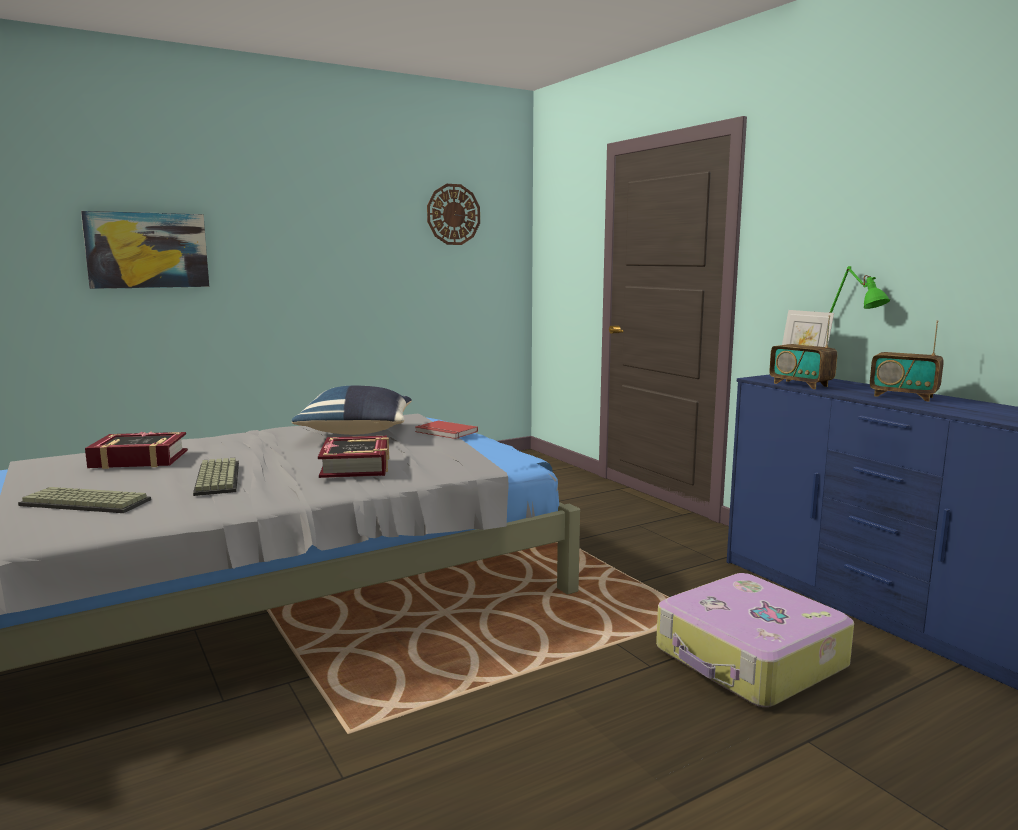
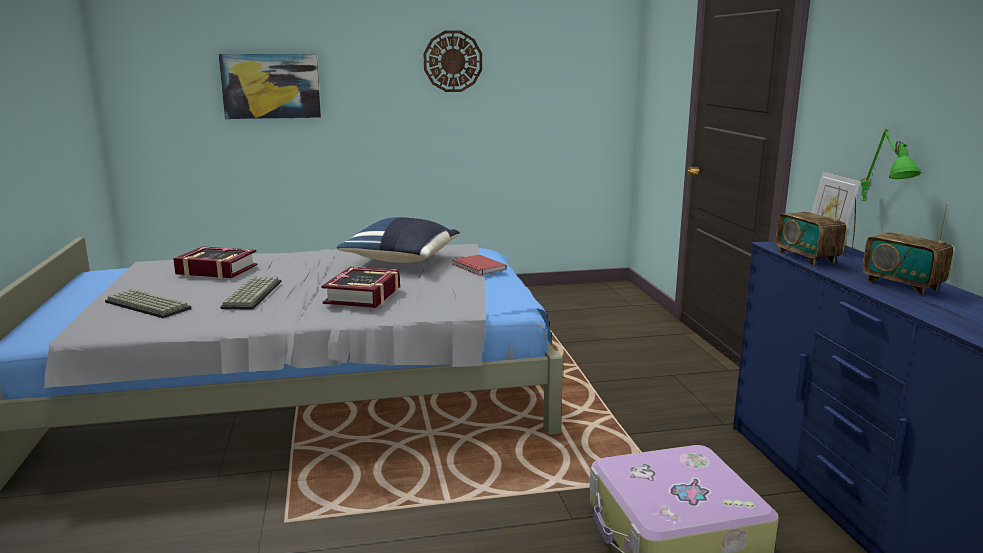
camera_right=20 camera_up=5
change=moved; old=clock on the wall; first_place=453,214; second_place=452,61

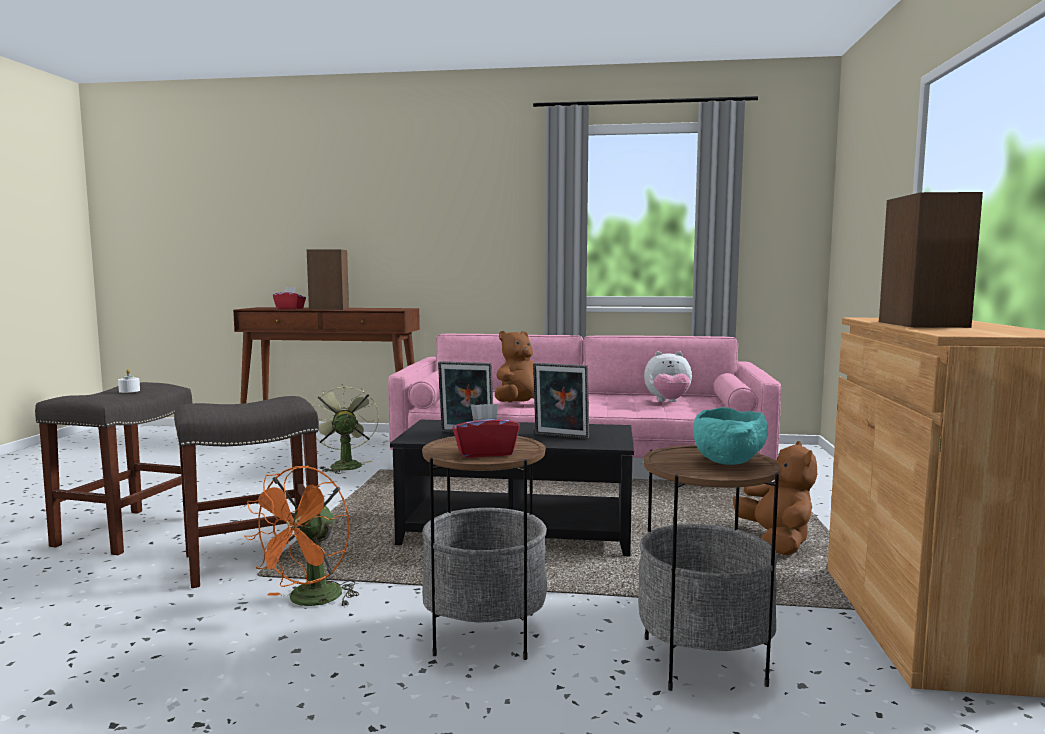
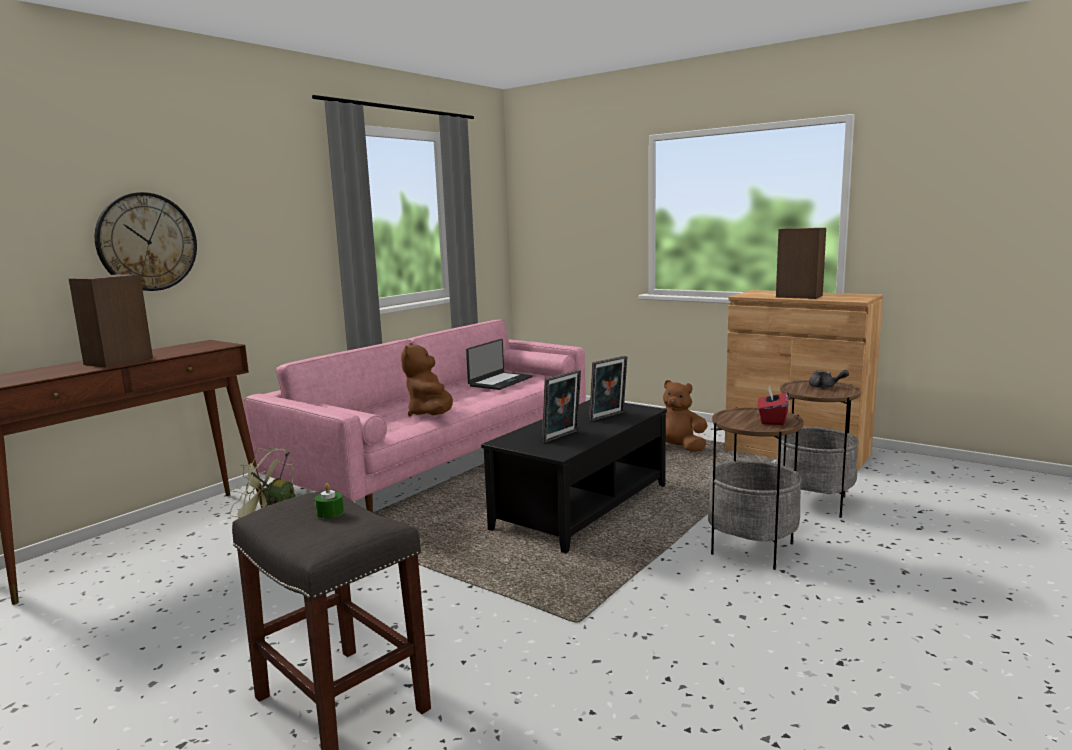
camera_right=-60 camera_up=5
change=added; new=clock on the wall; second_place=147,242
change=recoloured; old=whitish wax light; new=green wax light; first_place=129,391; second_place=330,513
change=replaced; old=soft toy; new=portable computer; first_place=668,402; second_place=500,381
change=replaced; old=turquoise serving bowl; new=greyish pot for tea; first_place=729,463; second_place=825,387
change=removed; old=greyish stool; first_place=250,560
change=removed; old=orange electric fan; first_place=309,601
change=removed; old=red-coloured box of tissues; first_place=290,308

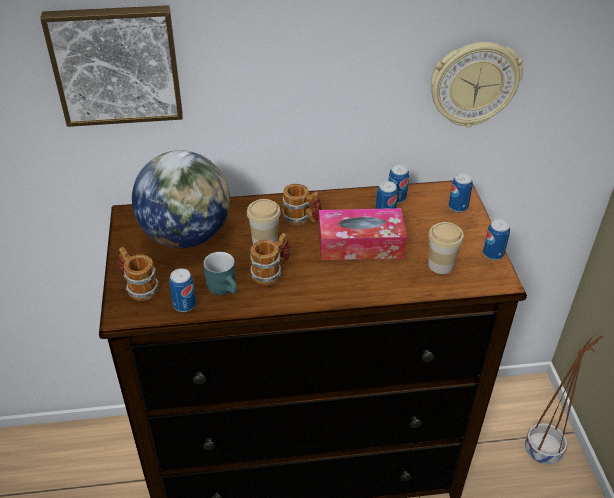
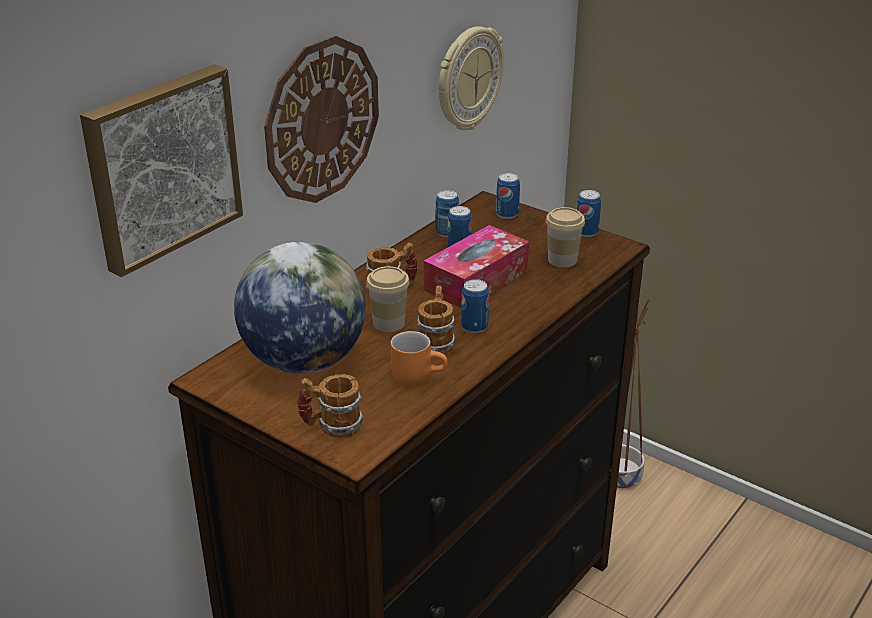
camera_right=-45 camera_up=-10
change=added; new=clock on the wall; second_place=322,120
change=recoloured; old=turquoise coffee mug; new=orange coffee mug; first_place=226,288; second_place=418,376
change=moved; old=sealed can; first_place=184,304; second_place=474,327

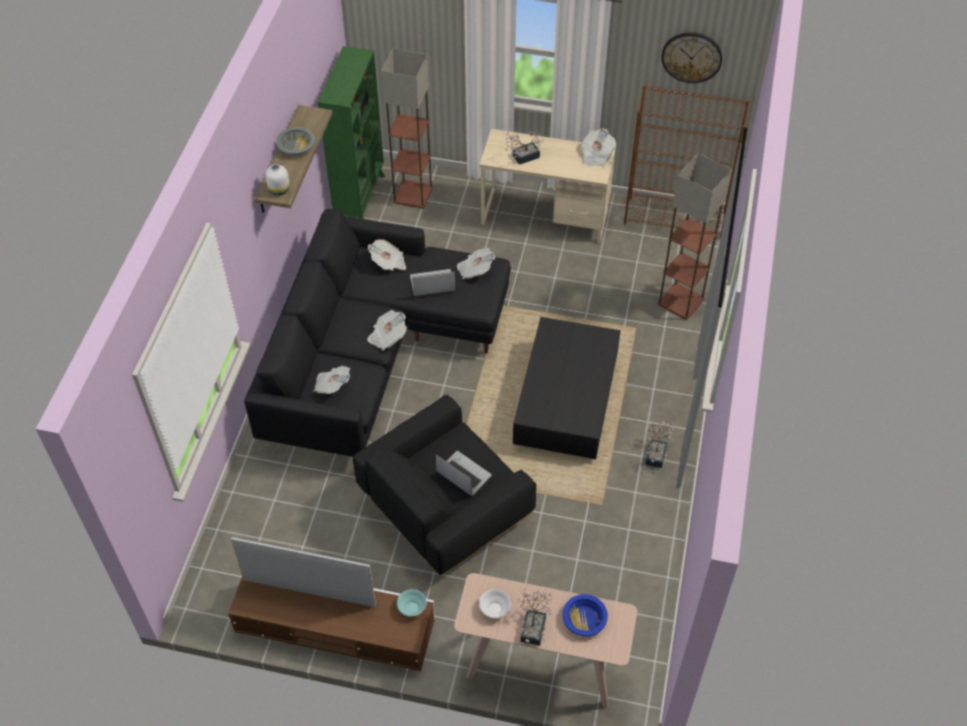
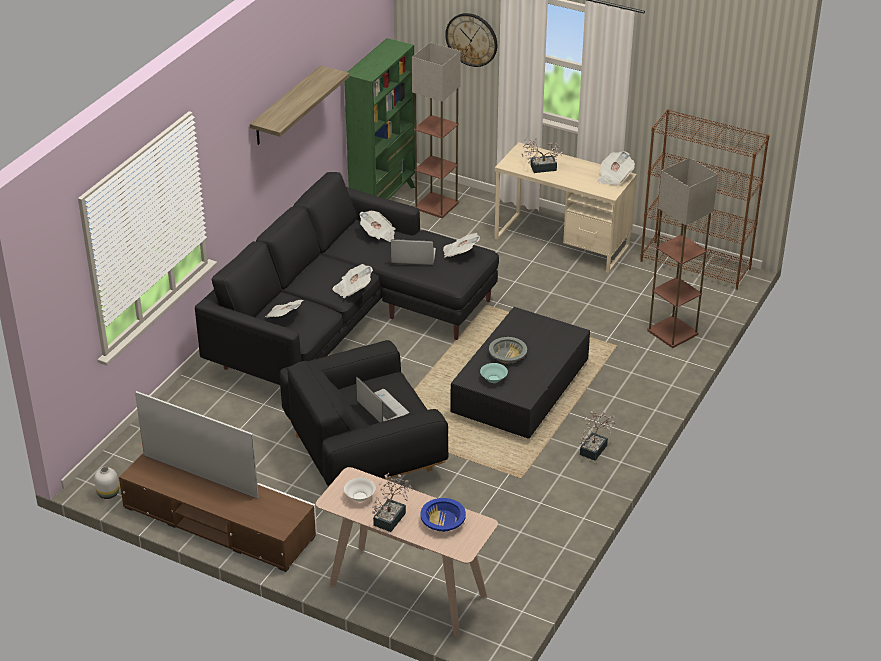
camera_right=15 camera_up=-15
change=moved; old=whitish decorative vase; first_place=278,190; second_place=107,493
change=moved; old=clock on the wall; first_place=691,57; second_place=472,39
change=moved; old=turquoise serving bowl; first_place=412,607; second_place=494,379
change=moved; old=greyish serving bowl; first_place=296,146; second_place=508,355

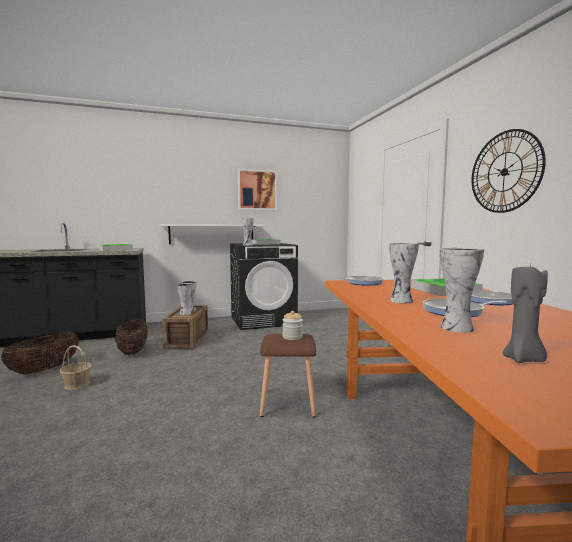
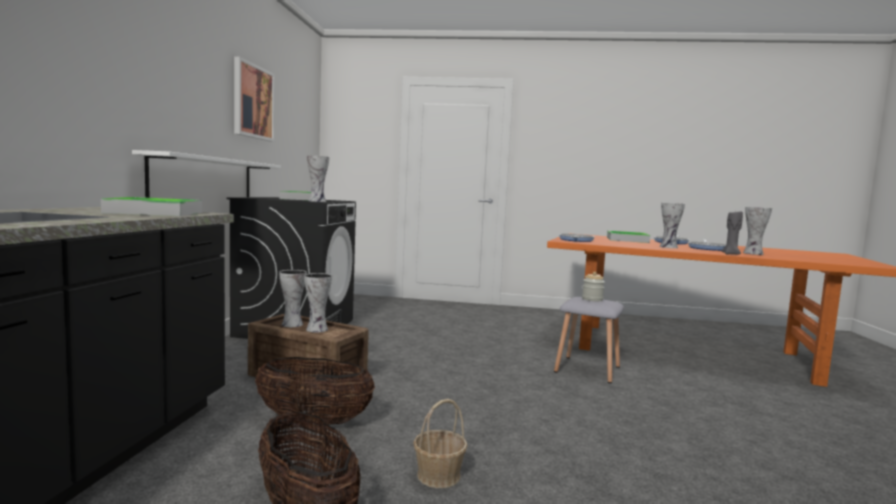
camera_right=-65 camera_up=0
change=recoloured; old=brownish stool; new=greyish stool; first_place=287,402; second_place=586,369
change=moved; old=greyish wax light; first_place=523,360; second_place=731,254
change=removed; old=clock on the wall; first_place=504,172

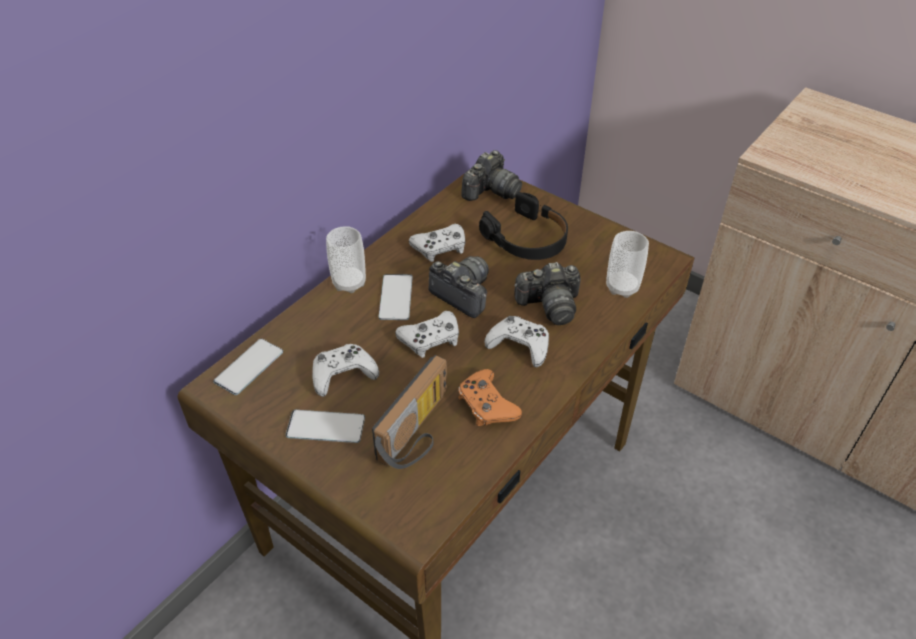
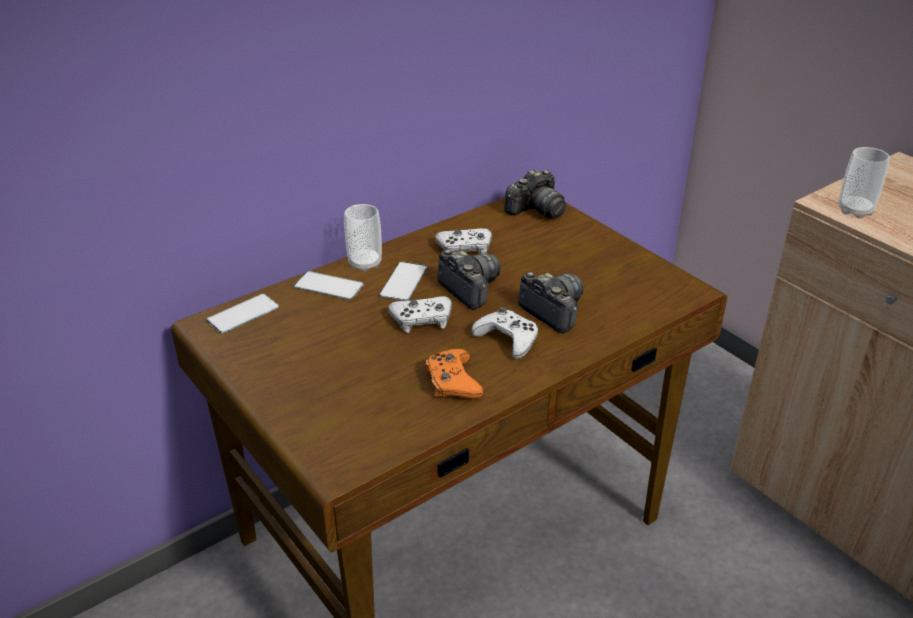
camera_right=15 camera_up=-10
change=moved; old=handset; first_place=325,427; second_place=328,286
change=turned; old=photo camera; first_place=549,305; second_place=553,311; degrees=-135
change=moved; old=small cup; first_place=622,287; second_place=855,210
change=removed; old=whitish gamepad; first_place=343,374
change=removed; old=radio set; first_place=419,431
change=removed; old=black headset; first_place=527,238

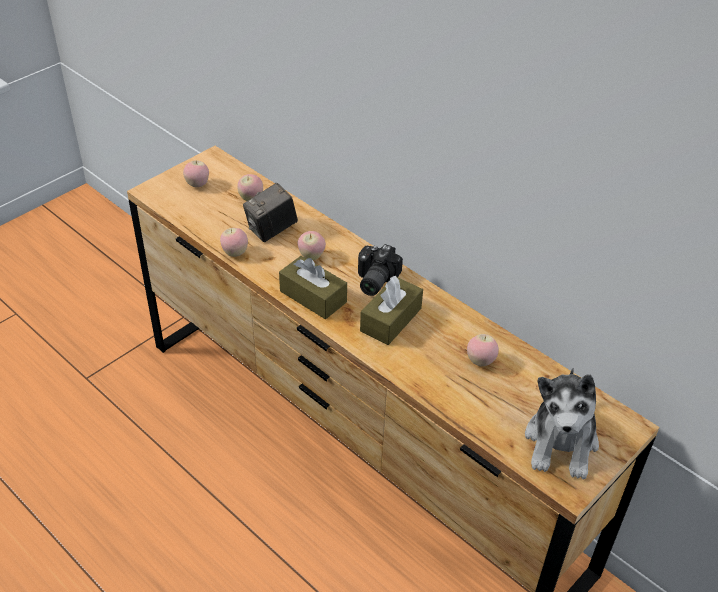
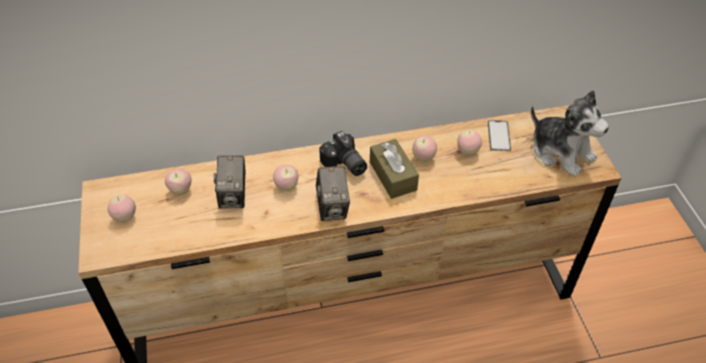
camera_right=-55 camera_up=5
change=replaced; old=brownish box of tissues; new=photo camera; first_place=313,296; second_place=333,207
change=moved; old=apple fruit; first_place=235,253; second_place=423,157
change=added; new=handset; second_place=499,136

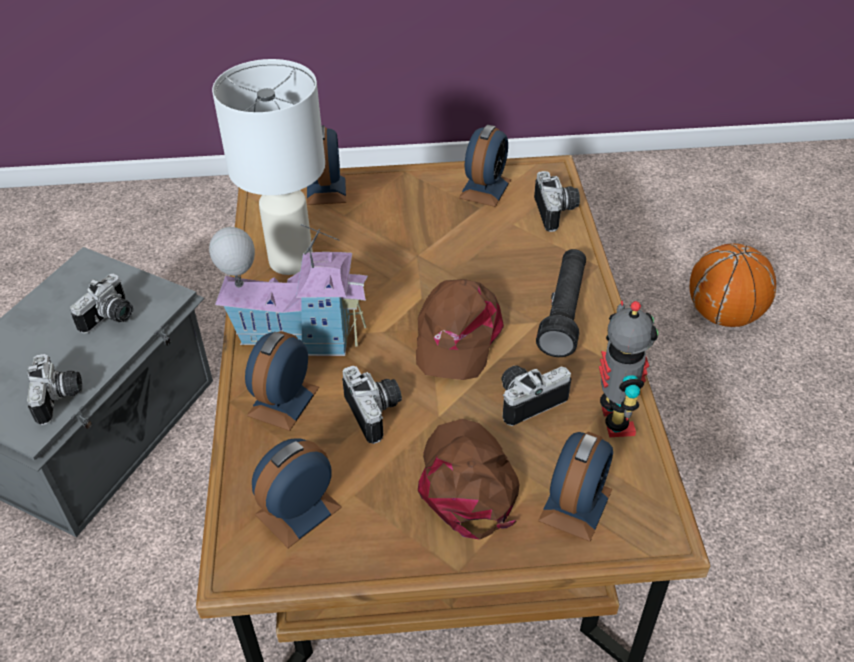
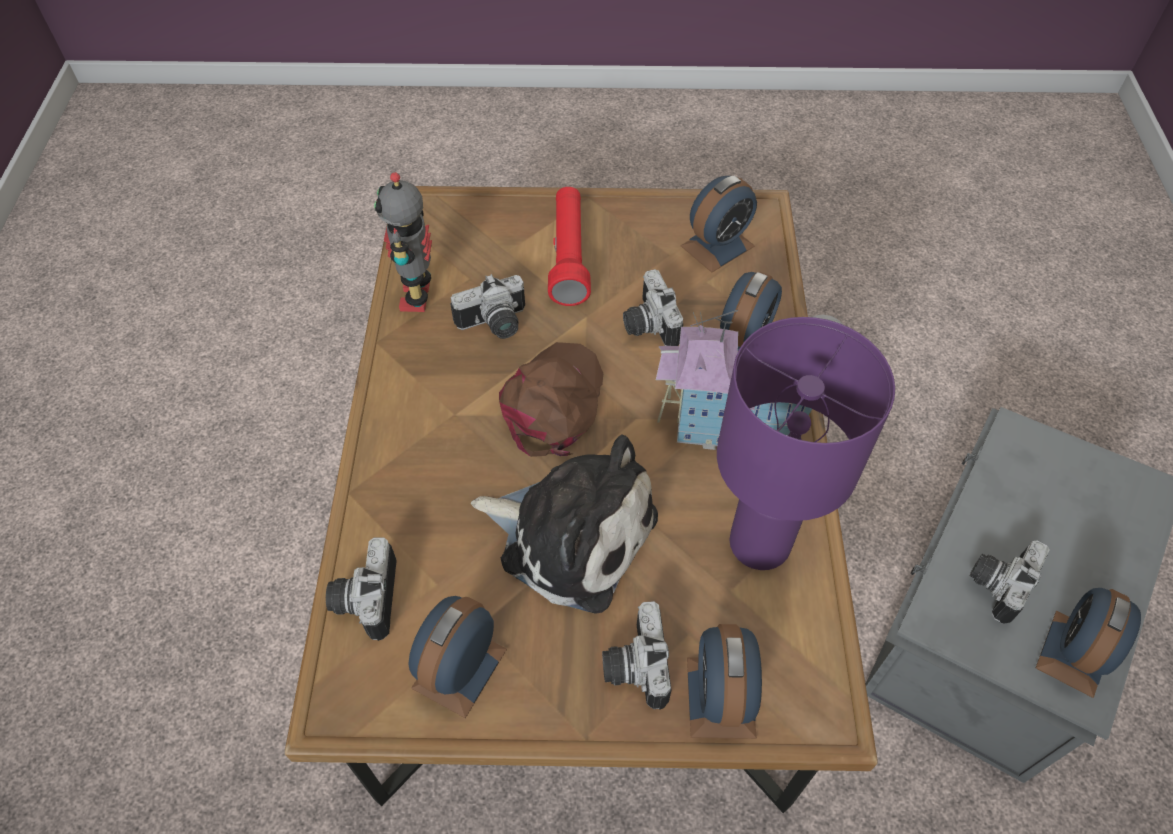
camera_right=-175 camera_up=10
change=added; new=soft toy; second_place=571,534
change=replaced; old=brownish baseball cap; new=red-coloured flashlight; first_place=468,482; second_place=569,256
change=moved; old=photo camera; first_place=61,398; second_place=633,665
change=recoloured; old=whitish table lamp; new=purple table lamp; first_place=289,261; second_place=762,542
change=moved; old=alarm clock; first_place=575,505; second_place=1074,653
change=removed; old=black flashlight; first_place=564,312
change=removed; old=basketball ball; first_place=723,315

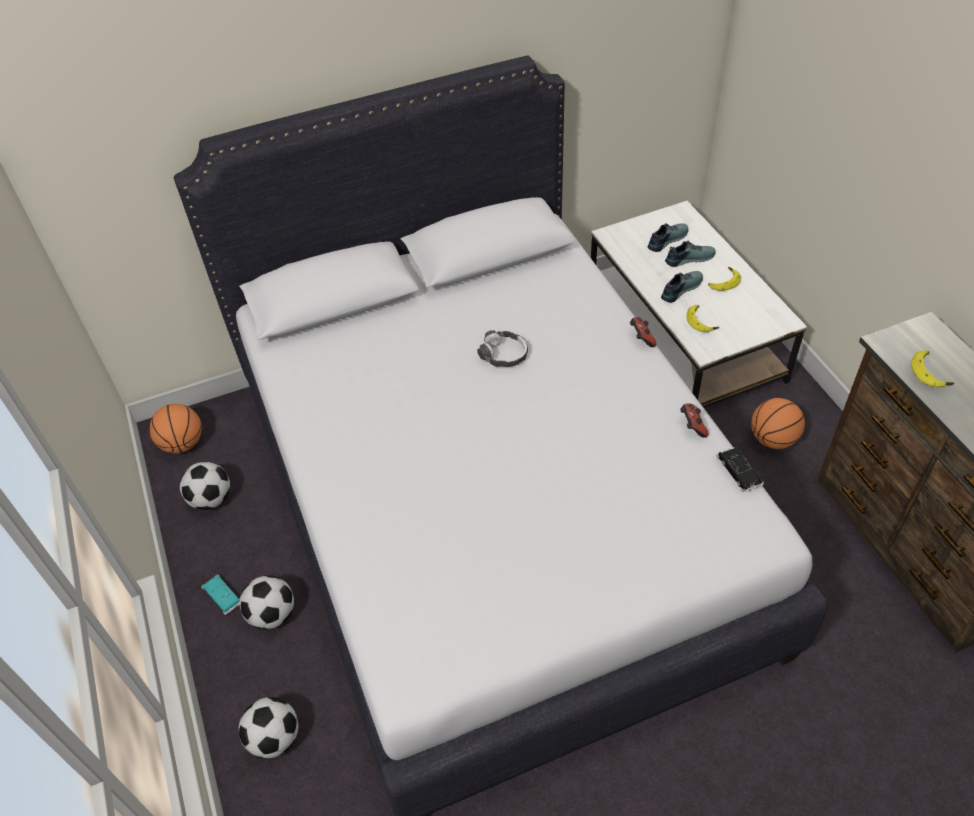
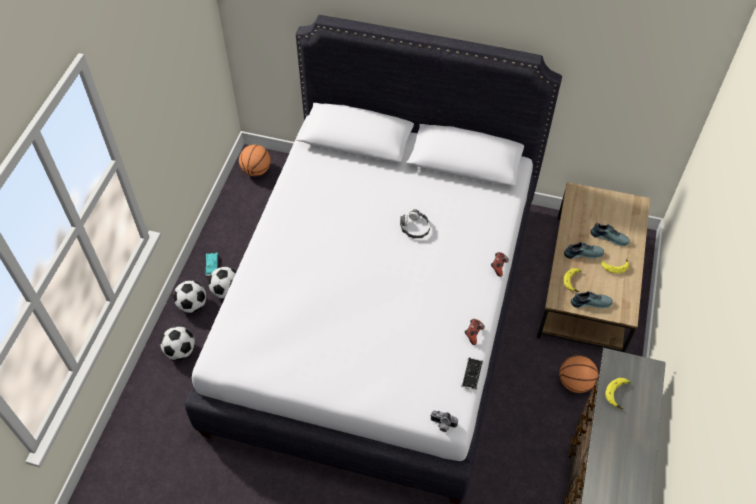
camera_right=35 camera_up=5
change=moved; old=ball for football; first_place=211,499; second_place=192,305
change=added; new=photo camera; second_place=442,425
change=recoloured; old=whitish coffee table; new=brownish coffee table; first_place=682,331; second_place=588,281
change=moved; old=item of footwear; first_place=666,240; second_place=590,302

